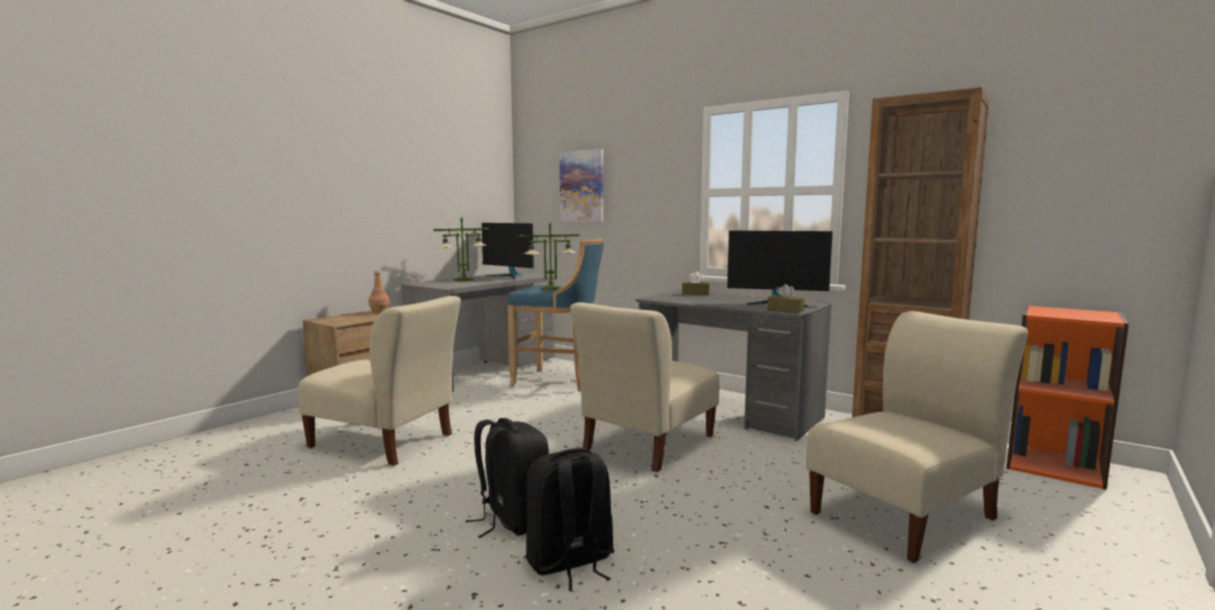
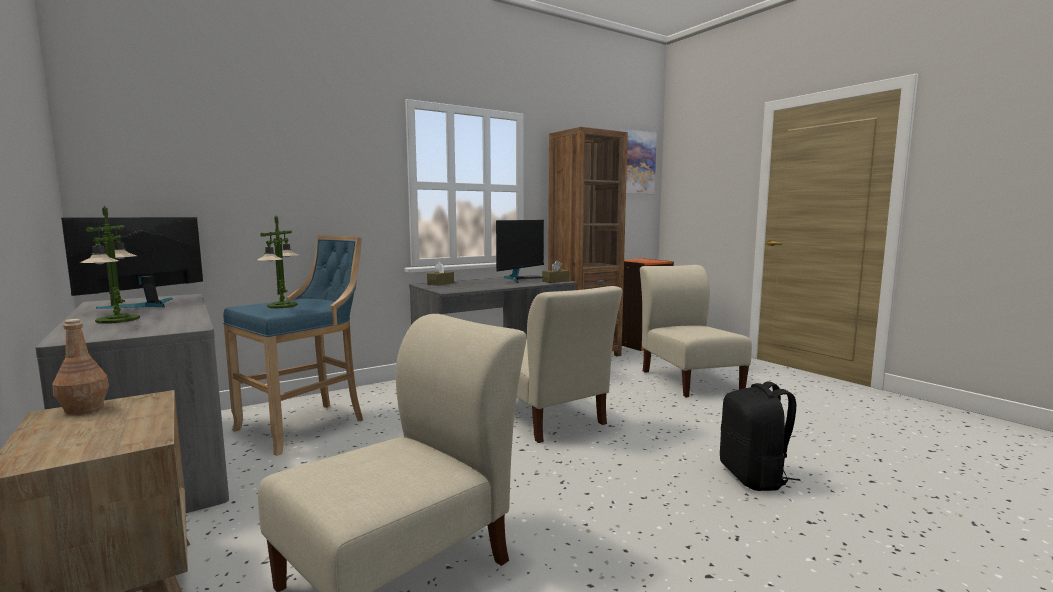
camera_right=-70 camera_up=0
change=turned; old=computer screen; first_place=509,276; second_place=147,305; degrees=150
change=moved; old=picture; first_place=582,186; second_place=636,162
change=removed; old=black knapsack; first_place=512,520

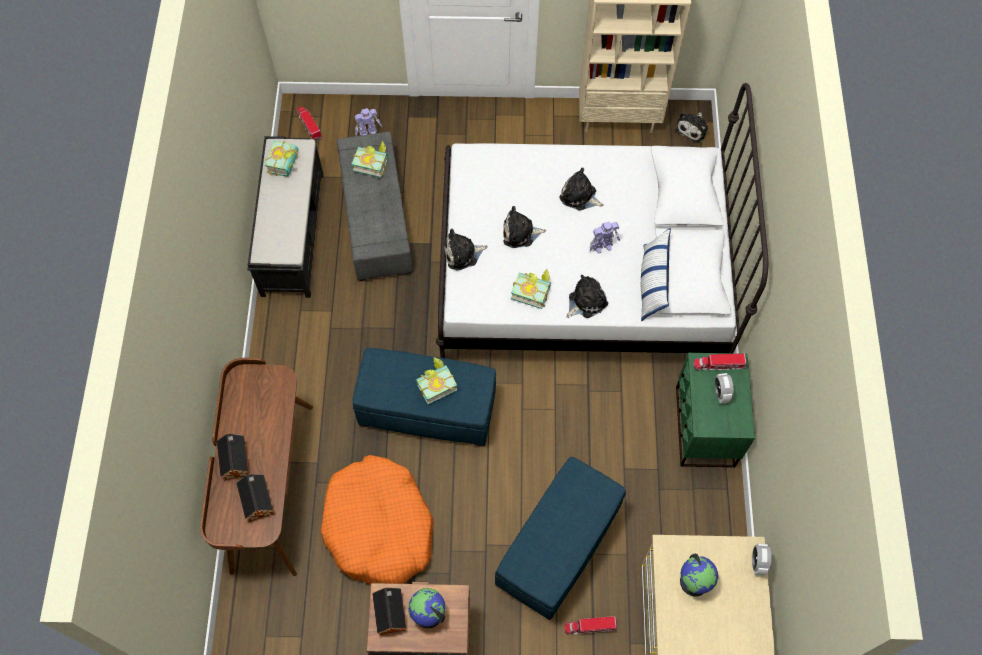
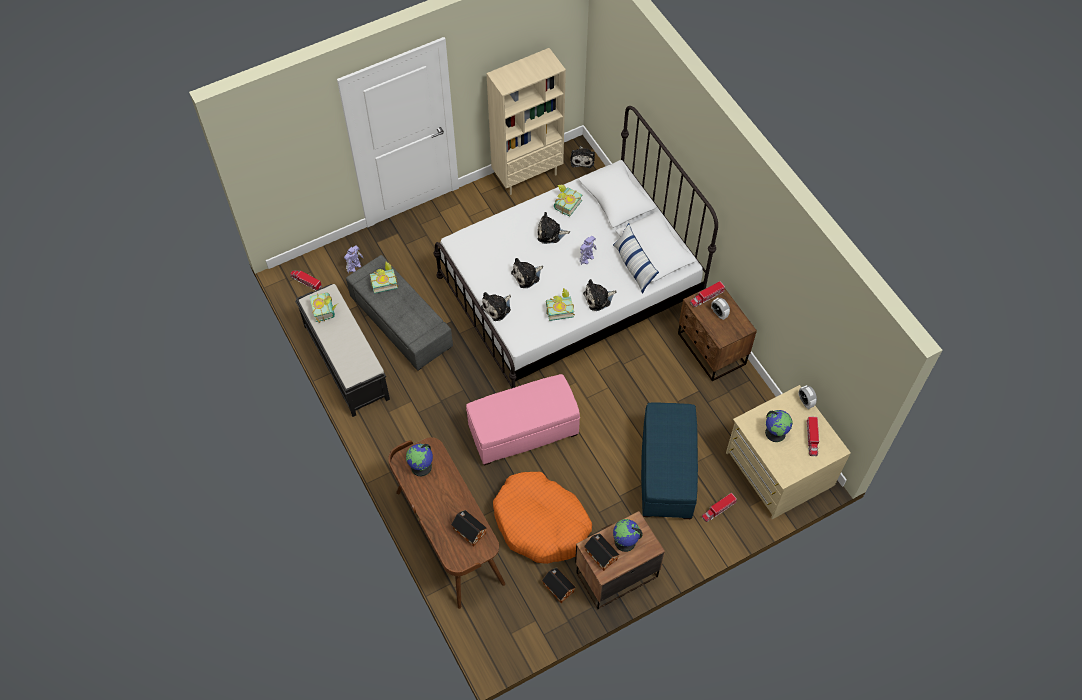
camera_right=-30 camera_up=-5
change=added; new=world globe; second_place=421,467
change=recoloured; old=blue ottoman; new=pink-coloured ottoman; first_place=427,410; second_place=523,432
change=moved; old=miniature house; first_place=236,459; second_place=558,587
change=moved; old=volume; first_place=435,384; second_place=565,204
change=turned; old=soft toy; first_place=585,301; second_place=599,298; degrees=-135
change=recoloured; old=green nightstand; new=brownish nightstand; first_place=703,427; second_place=711,349
change=added; new=model truck; second_place=812,438

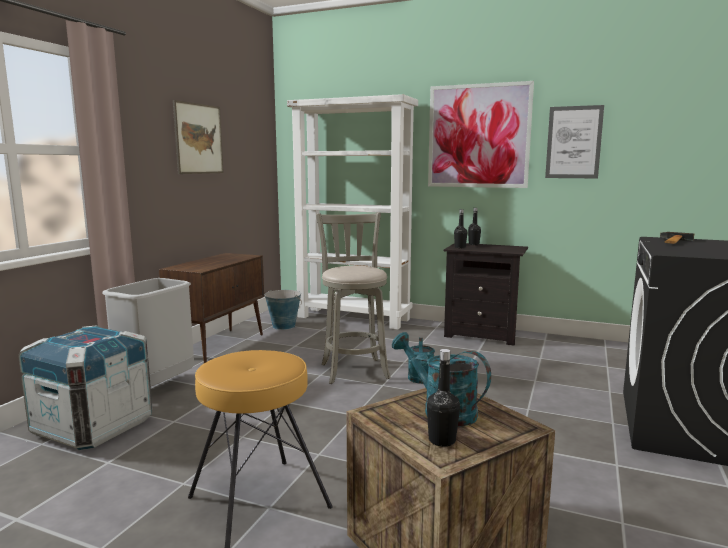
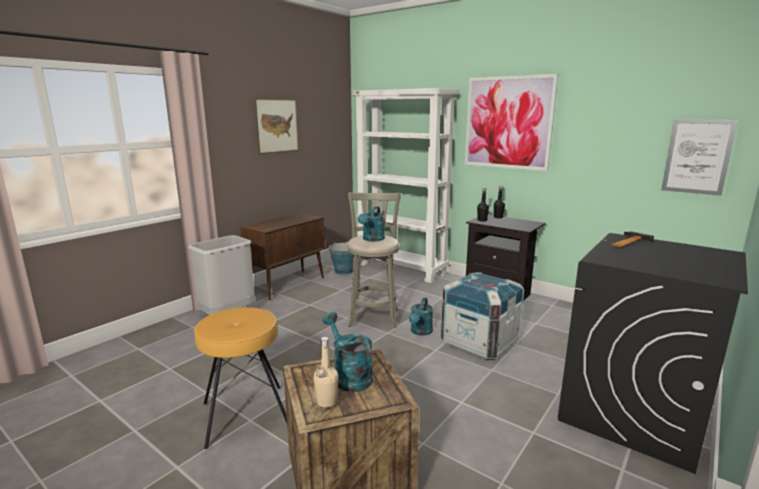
camera_right=15 camera_up=5
change=recoloured; old=black bottle; new=beige bottle; first_place=442,440; second_place=327,402
change=added; new=turquoise watering can; second_place=372,239
change=moved; old=packing crate; first_place=94,426; second_place=479,343
change=moved; old=picture; first_place=573,142; second_place=697,156

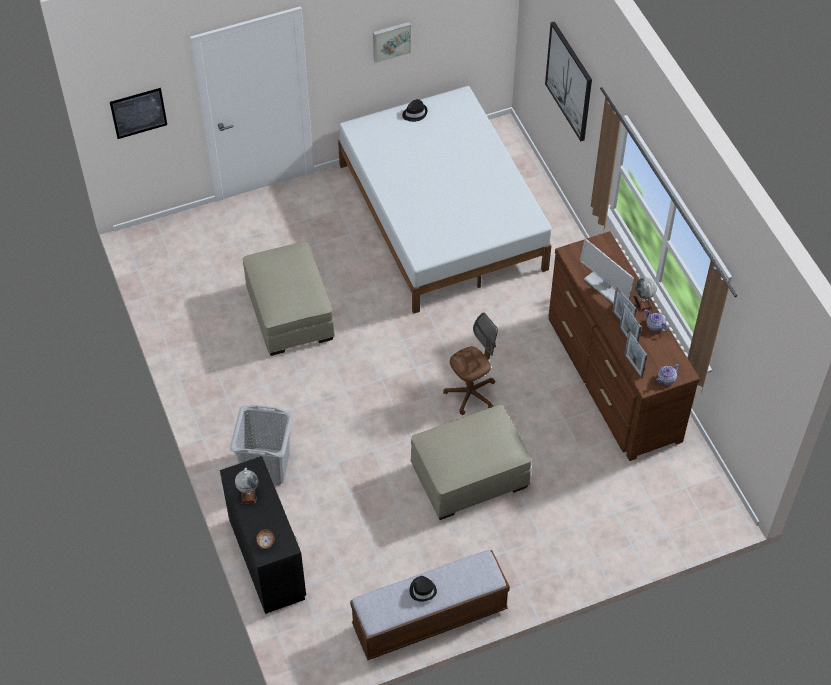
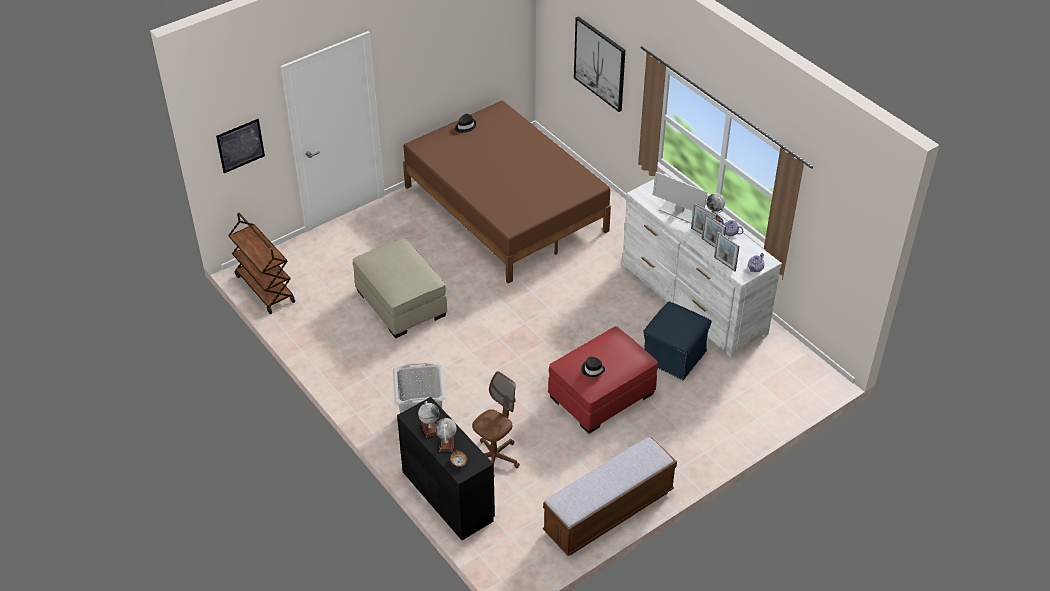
camera_right=-15 camera_up=-10
change=added; new=brownish cart; second_place=264,288
change=recoloured; old=whitish bedroom bed; new=brownish bedroom bed; first_place=442,216; second_place=506,208
change=added; new=world globe; second_place=446,443
change=moved; old=brownish desk chair; first_place=471,394; second_place=495,458
change=recoloured; old=beige ottoman; new=red-coloured ottoman; first_place=468,476; second_place=601,395
change=moved; old=black clothing hat; first_place=423,590; second_place=592,369
change=recoloured; old=brownish chest of drawers; new=whitish chest of drawers; first_place=612,378; second_place=692,299
change=added; new=blue ottoman; second_place=674,357
change=removed; old=picture; first_place=391,40

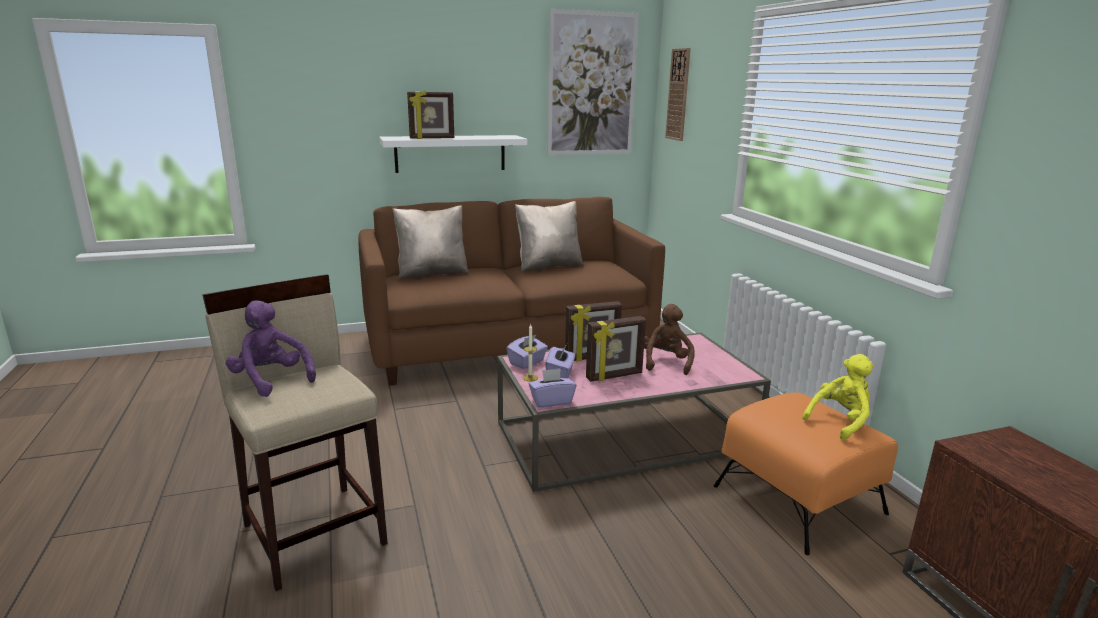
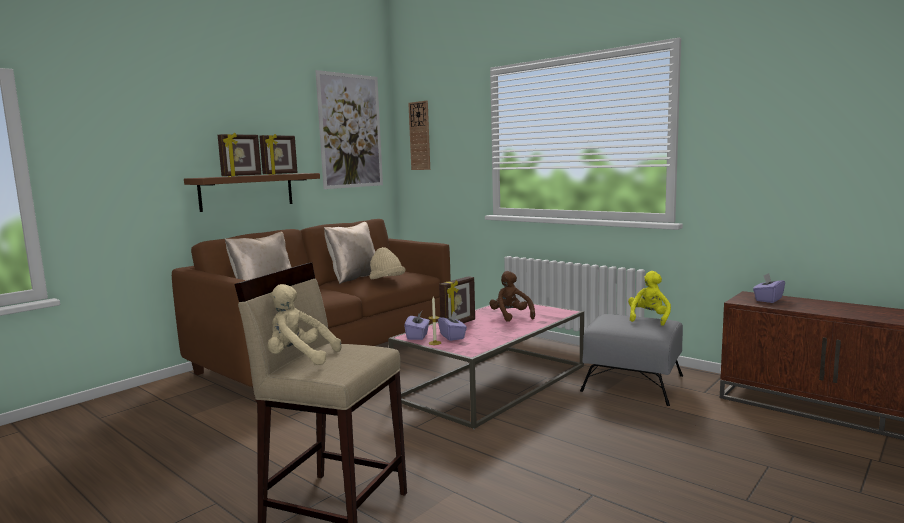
camera_right=-30 camera_up=-10
change=recoloured; old=whitish bracket shelf; new=brownish bracket shelf; first_place=450,153; second_place=247,191
change=moved; old=standing frame; first_place=614,376; second_place=280,174
change=recoloured; old=purple soft toy; new=beige soft toy; first_place=271,380; second_place=299,358
change=added; new=beige clothing hat; second_place=387,280
change=recoloured; old=orange ottoman; new=greyish ottoman; first_place=799,500; second_place=633,383
change=moved; old=purple box of tissues; first_place=551,401; second_place=768,299

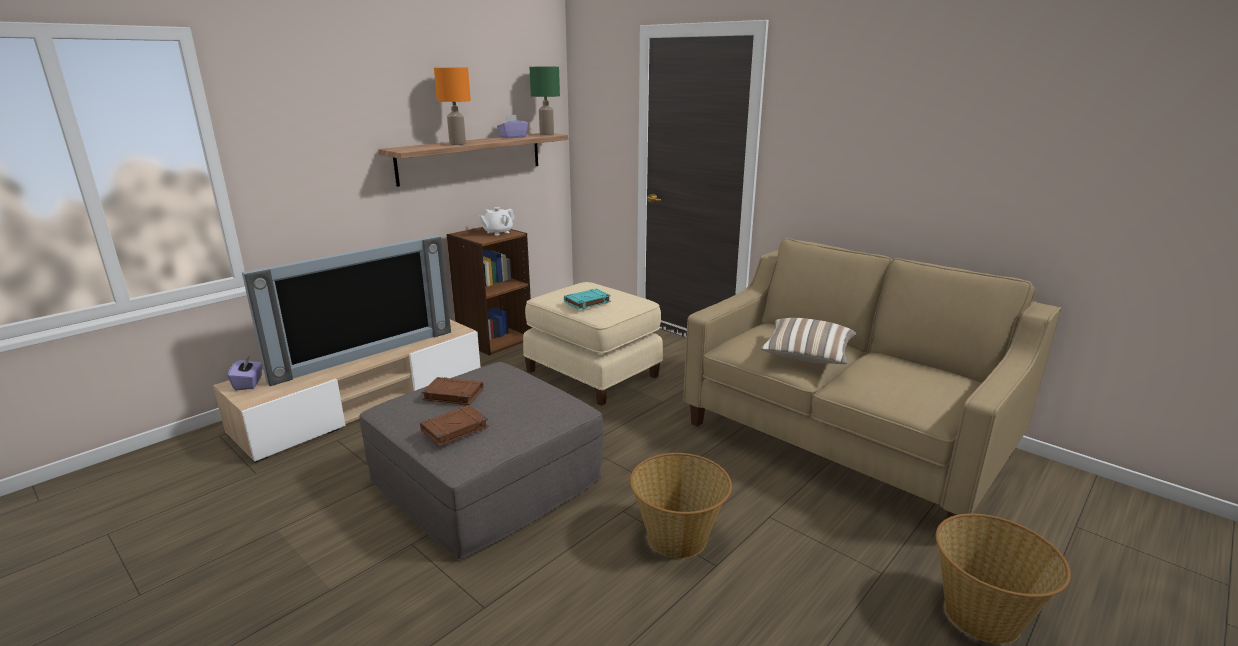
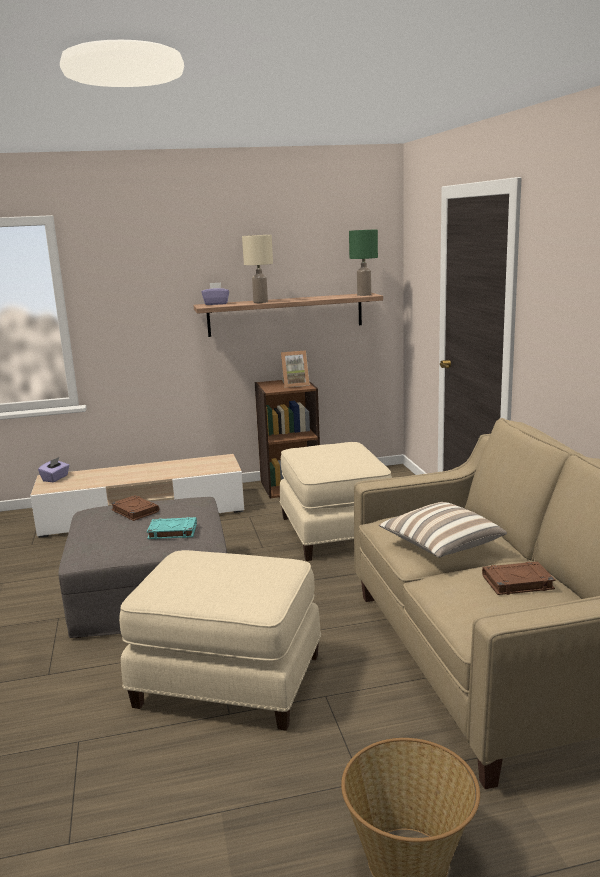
camera_right=35 camera_up=-5
change=replaced; old=storage basket; new=beige ottoman; first_place=678,538; second_place=227,682
change=moved; old=turquoise volume; first_place=587,302; second_place=172,532
change=moved; old=purple box of tissues; first_place=513,137; second_place=216,304
change=recoloured; old=orange table lamp; new=beige table lamp; first_place=457,144; second_place=260,302
change=replaced; old=whitish pot for tea; new=standing frame; first_place=498,232; second_place=295,385
change=moved; old=brownish volume; first_place=454,429; second_place=517,582
change=removed; old=television; first_place=363,353

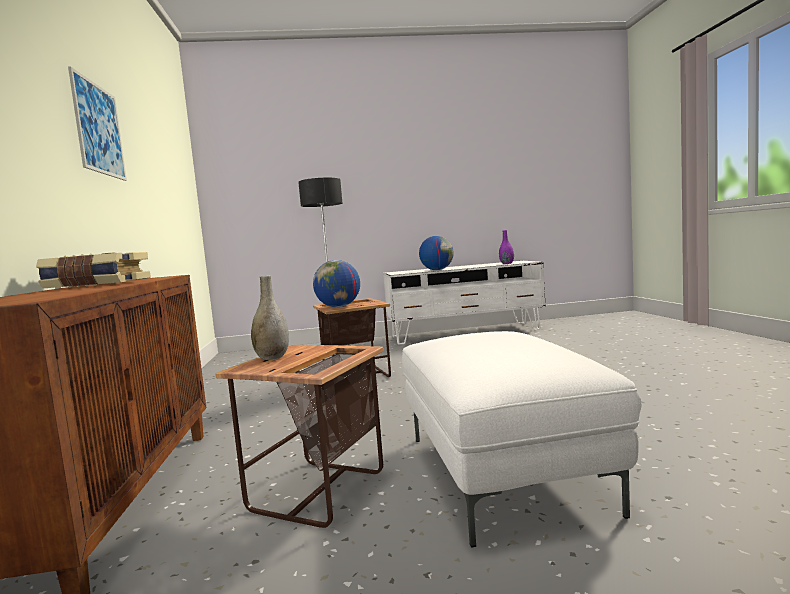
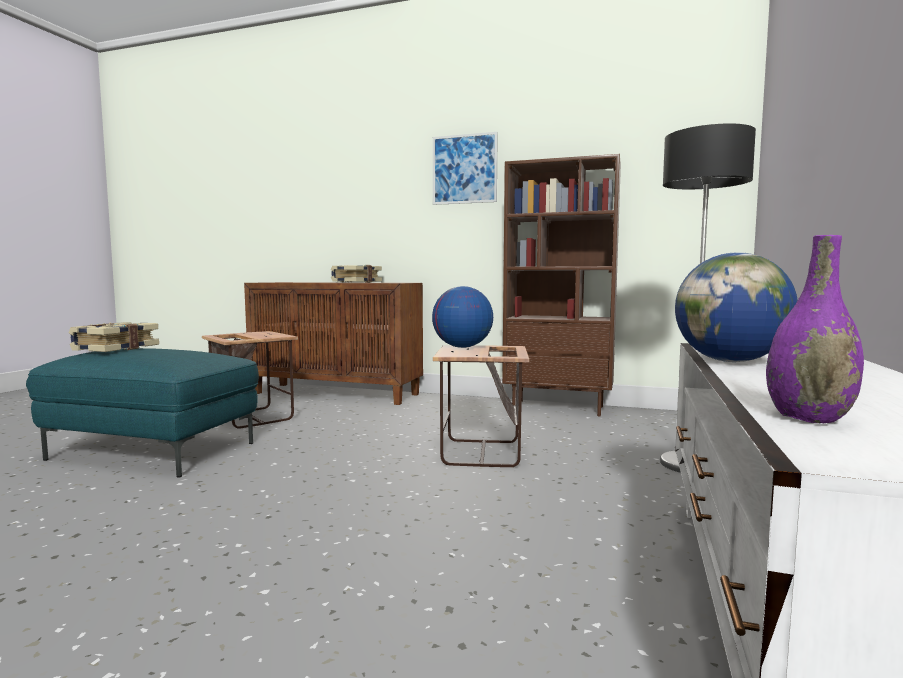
camera_right=115 camera_up=0
change=recoloured; old=whitish ottoman; new=turquoise ottoman; first_place=500,472; second_place=155,451
change=added; new=volume; second_place=115,348
change=added; new=brownish bookcase; second_place=558,408
change=removed; old=greyish decorative vase; first_place=272,357

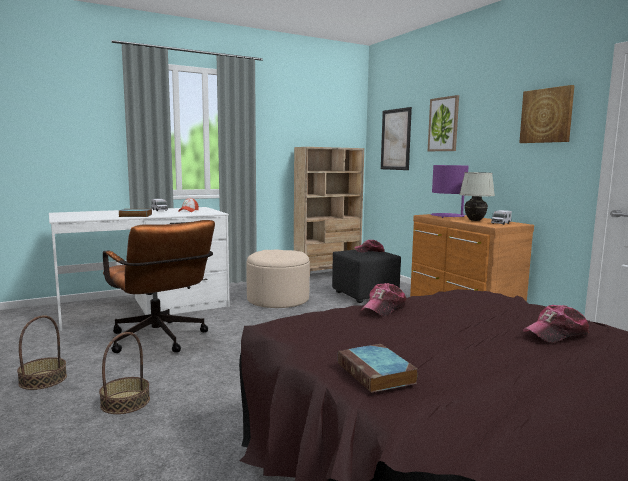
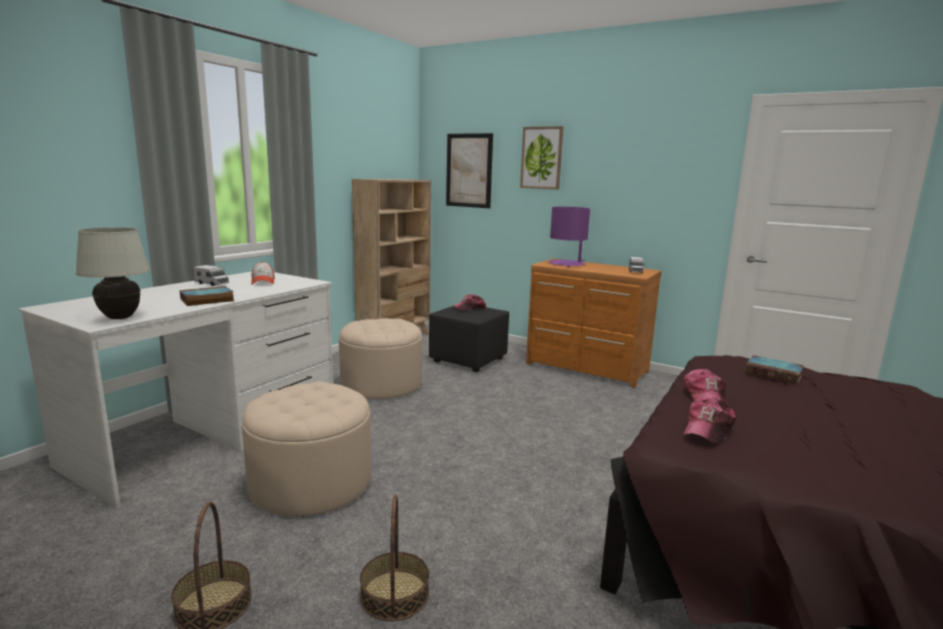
camera_right=-30 camera_up=5
change=moved; old=whitish table lamp; first_place=475,220; second_place=120,318
change=replaced; old=brownish desk chair; new=beige ottoman; first_place=160,341; second_place=311,483
change=moved; old=baseball cap; first_place=556,333; second_place=708,429
change=moved; old=volume; first_place=377,373; second_place=774,374
change=removed; old=picture; first_place=547,115

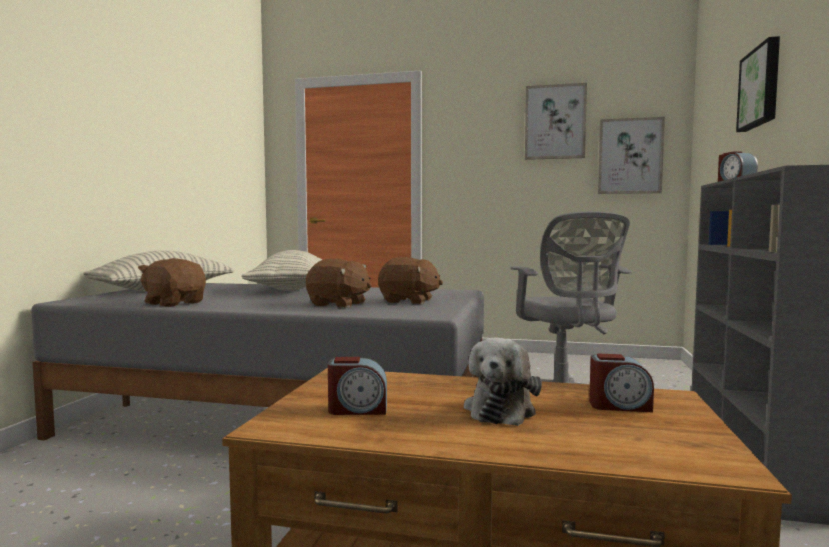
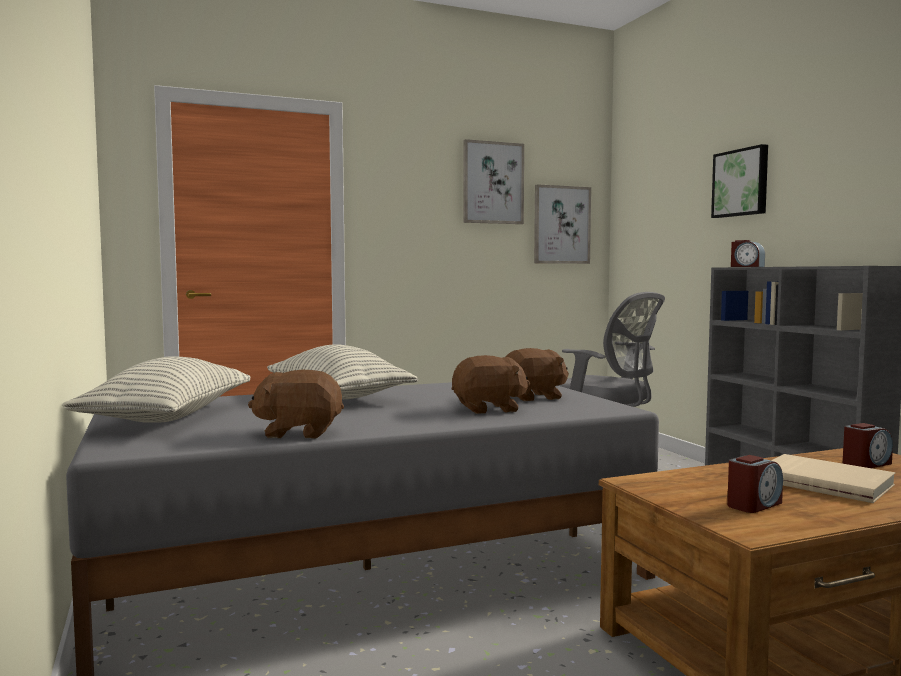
camera_right=-35 camera_up=0
change=replaced; old=soft toy; new=beige volume; first_place=501,409; second_place=824,482

